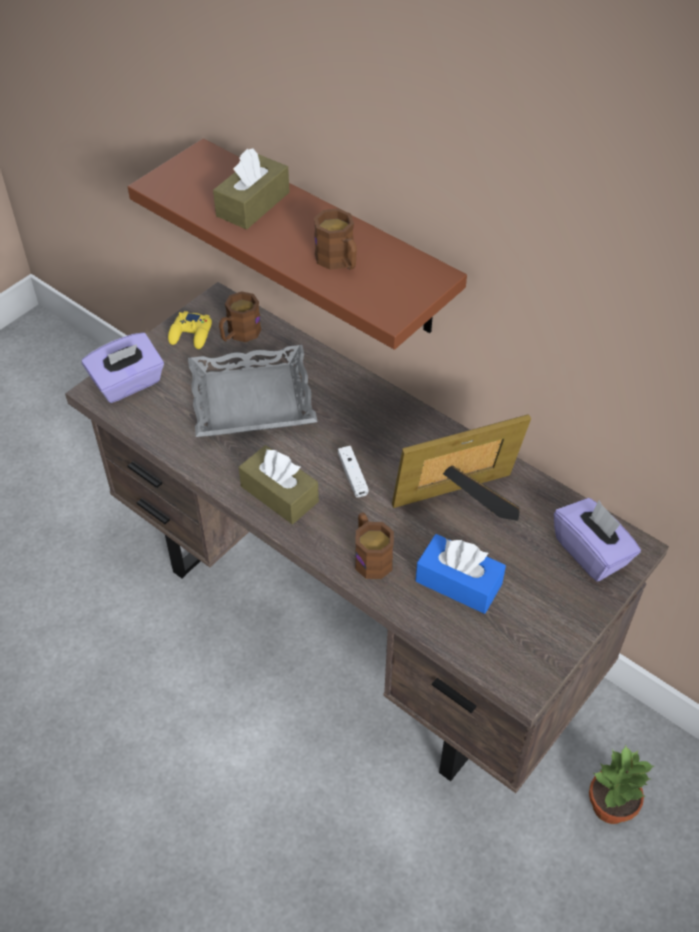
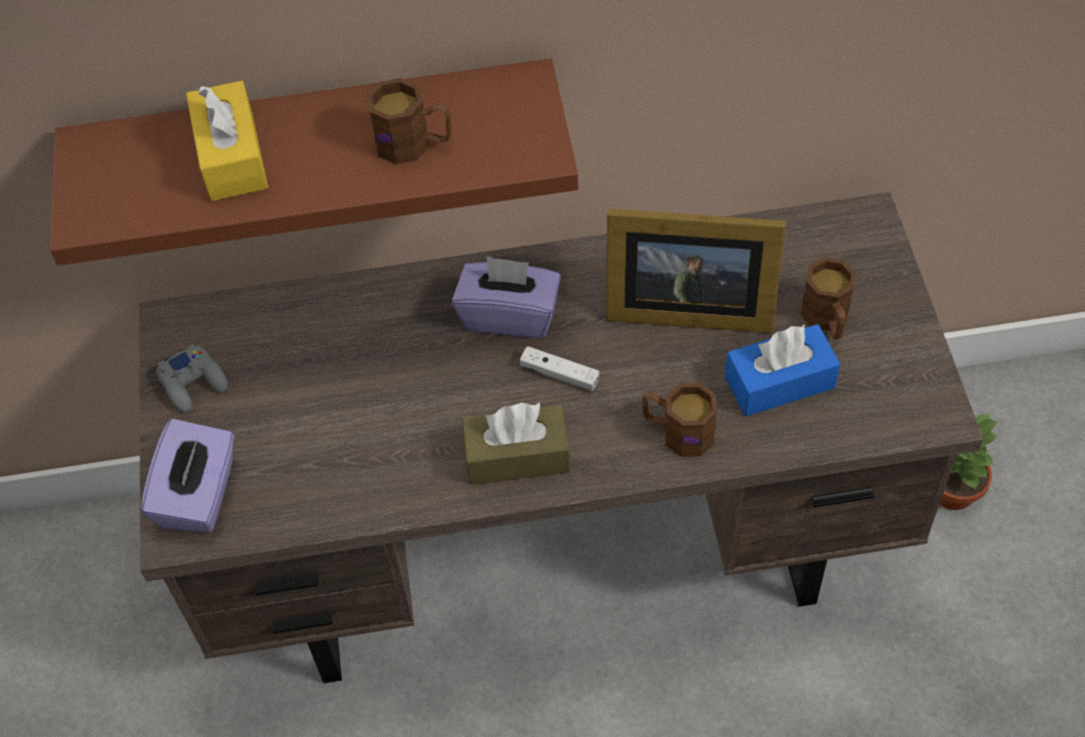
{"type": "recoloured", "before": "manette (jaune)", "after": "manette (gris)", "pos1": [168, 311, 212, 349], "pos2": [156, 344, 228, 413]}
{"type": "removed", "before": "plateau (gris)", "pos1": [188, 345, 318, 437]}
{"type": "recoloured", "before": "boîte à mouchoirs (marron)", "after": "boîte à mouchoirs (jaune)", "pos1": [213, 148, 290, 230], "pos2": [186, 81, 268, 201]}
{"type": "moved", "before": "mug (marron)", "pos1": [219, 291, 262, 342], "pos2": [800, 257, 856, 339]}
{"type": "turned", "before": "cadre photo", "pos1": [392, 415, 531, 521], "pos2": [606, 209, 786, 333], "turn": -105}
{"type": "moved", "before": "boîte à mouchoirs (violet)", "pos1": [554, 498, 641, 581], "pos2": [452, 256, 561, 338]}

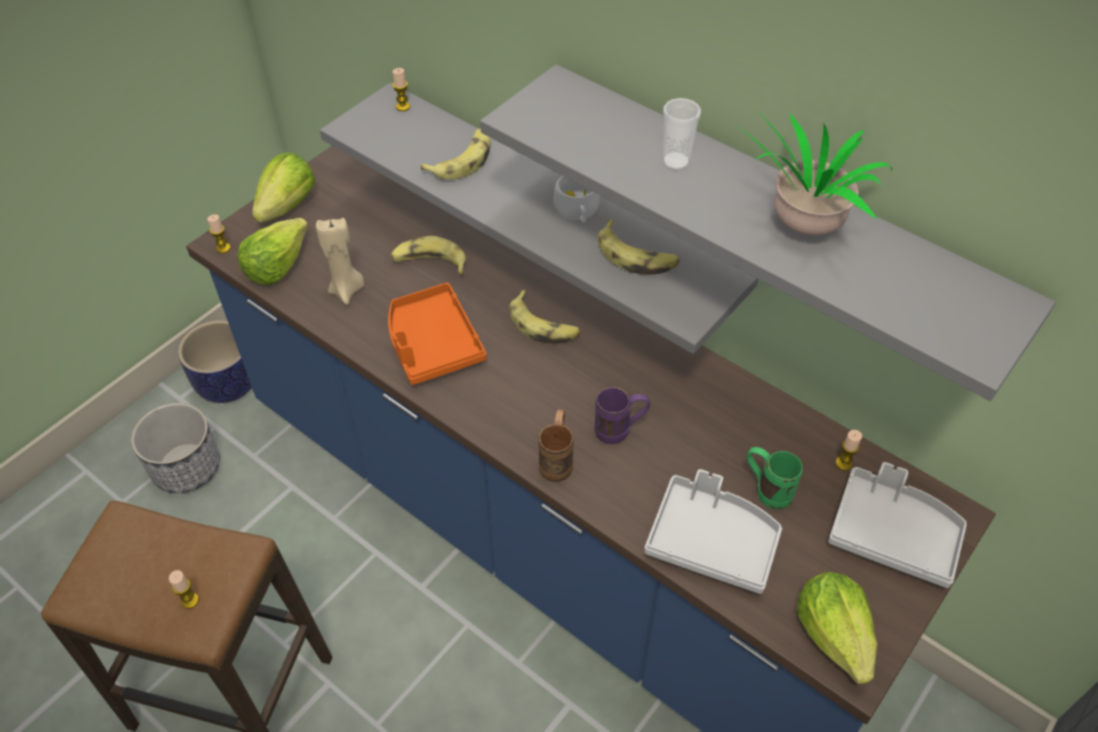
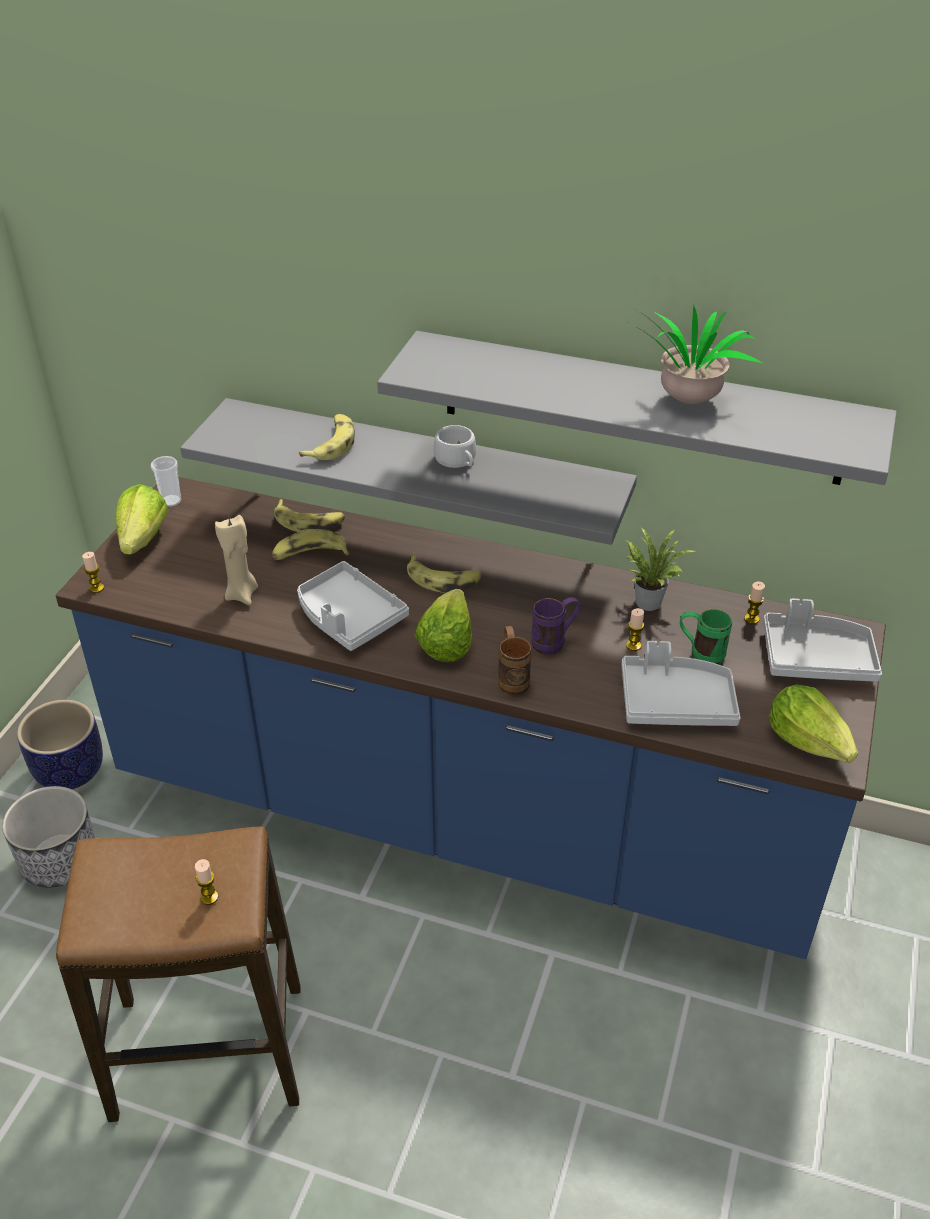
{"type": "moved", "before": "laitue", "pos1": [237, 218, 308, 285], "pos2": [415, 589, 472, 662]}
{"type": "recoloured", "before": "plateau (orange)", "after": "plateau (gris)", "pos1": [388, 283, 487, 385], "pos2": [297, 561, 409, 651]}
{"type": "moved", "before": "bougie", "pos1": [392, 68, 410, 111], "pos2": [626, 608, 644, 651]}
{"type": "moved", "before": "banane", "pos1": [598, 219, 680, 275], "pos2": [274, 499, 345, 532]}
{"type": "moved", "before": "tasse", "pos1": [662, 98, 701, 170], "pos2": [151, 456, 181, 507]}
{"type": "added", "after": "plante en pot", "pos2": [627, 527, 695, 611]}

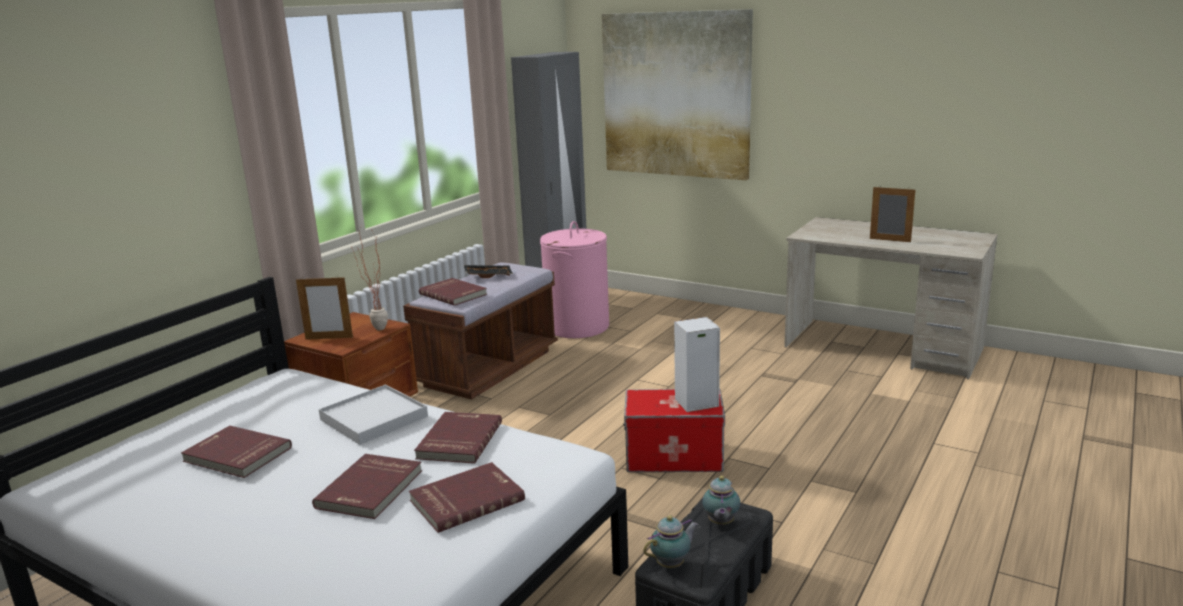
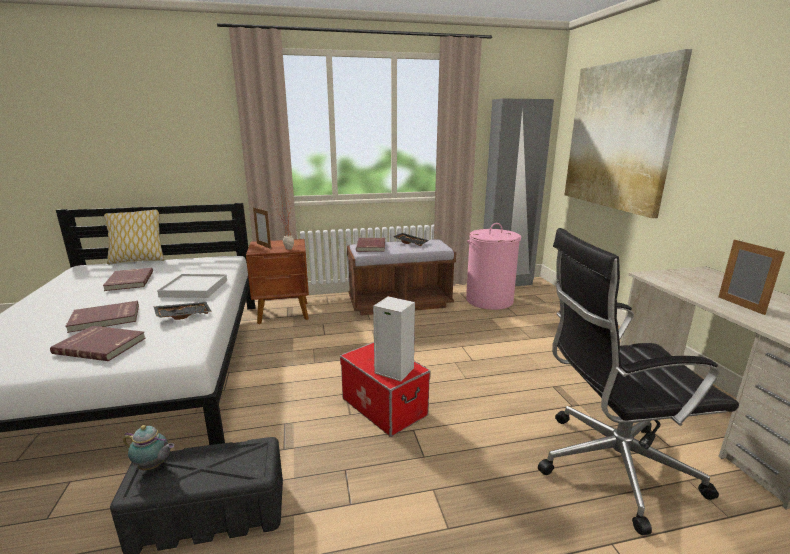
{"type": "replaced", "before": "livre (rouge)", "after": "plateau (noir)", "pos1": [414, 412, 502, 464], "pos2": [153, 302, 212, 320]}
{"type": "removed", "before": "théière", "pos1": [702, 475, 741, 525]}
{"type": "added", "after": "coussin", "pos2": [104, 210, 165, 265]}
{"type": "added", "after": "chaise de bureau (noir)", "pos2": [538, 228, 739, 535]}

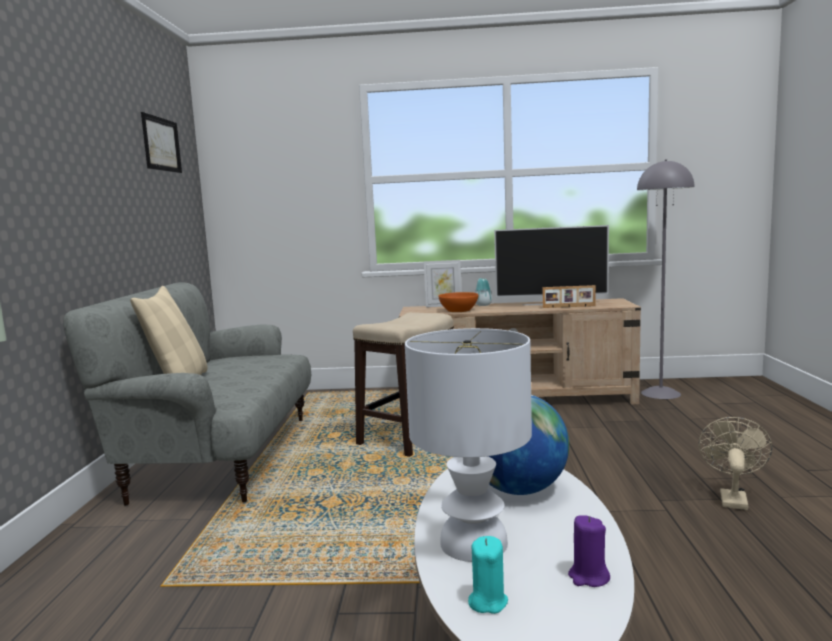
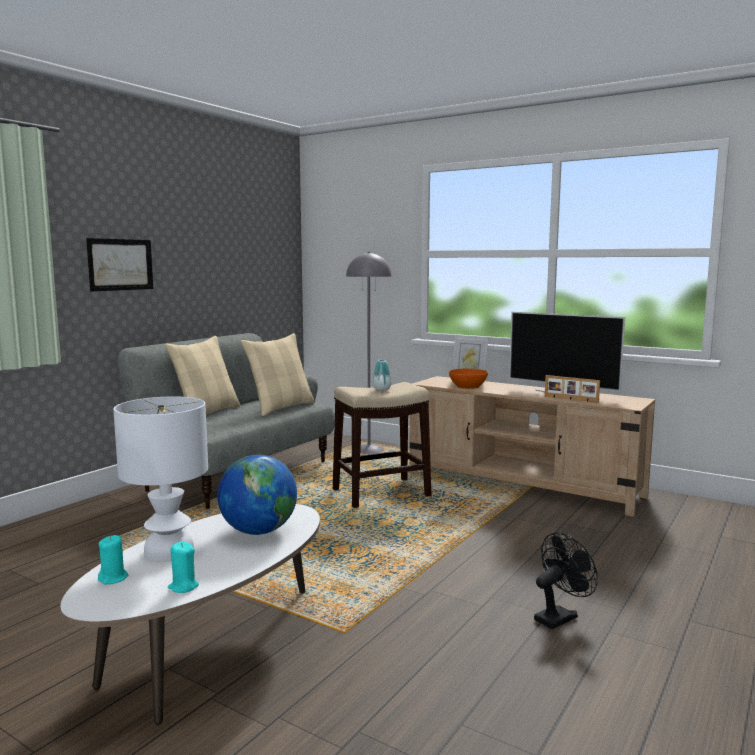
{"type": "moved", "before": "tableau", "pos1": [141, 112, 182, 173], "pos2": [86, 238, 153, 292]}
{"type": "moved", "before": "vase", "pos1": [475, 278, 492, 306], "pos2": [372, 360, 392, 391]}
{"type": "recoloured", "before": "bougie (violet)", "after": "bougie (turquoise)", "pos1": [568, 515, 610, 587], "pos2": [168, 542, 199, 593]}
{"type": "moved", "before": "lampadaire (gris)", "pos1": [637, 159, 695, 399], "pos2": [346, 252, 391, 454]}
{"type": "recoloured", "before": "ventilateur (beige)", "after": "ventilateur (noir)", "pos1": [699, 417, 772, 510], "pos2": [534, 533, 598, 629]}
{"type": "added", "after": "coussin (beige)", "pos2": [241, 333, 315, 416]}

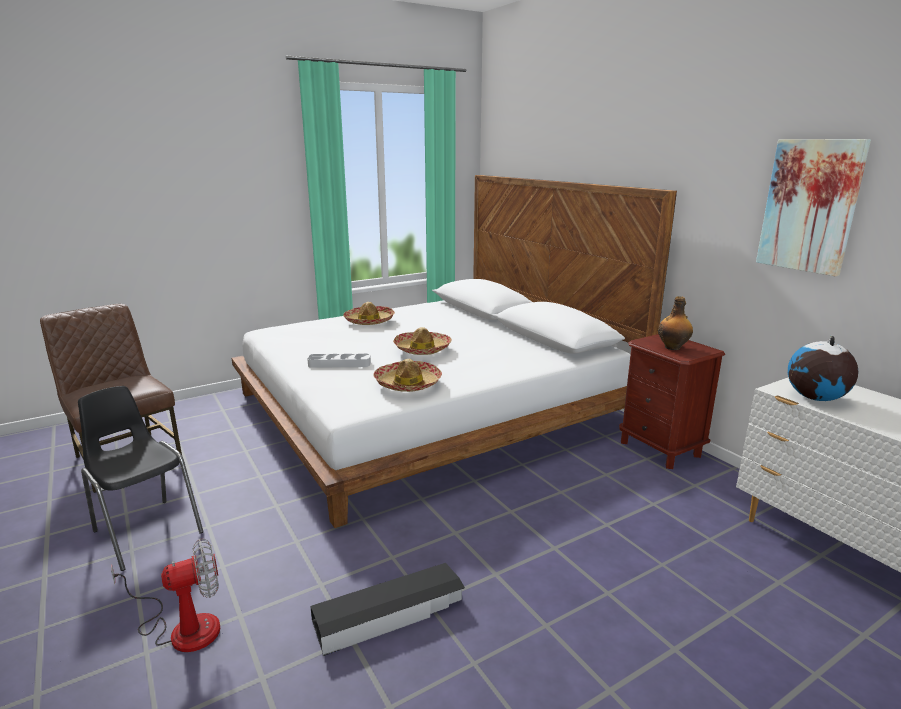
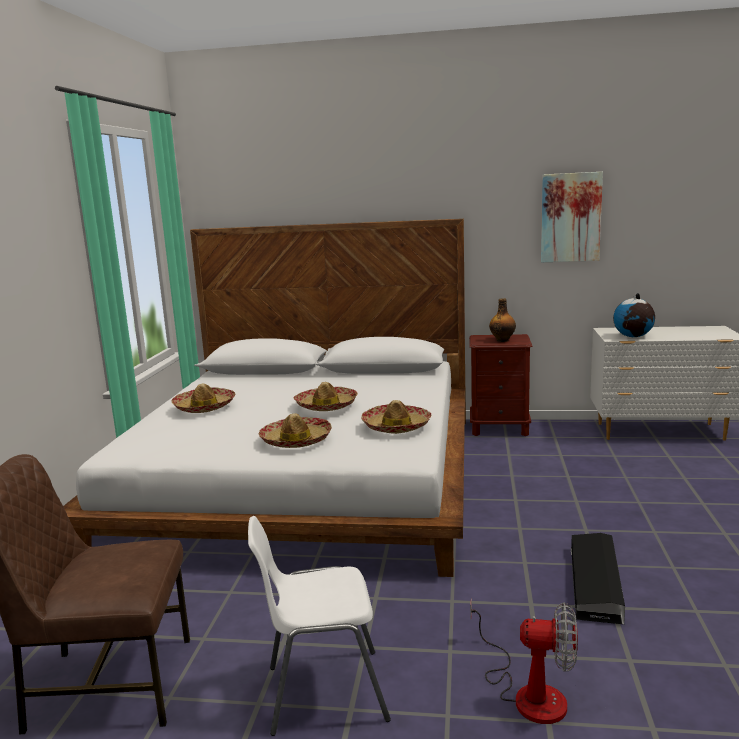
{"type": "recoloured", "before": "chaise (noir)", "after": "chaise (blanc)", "pos1": [78, 386, 204, 571], "pos2": [248, 516, 391, 736]}
{"type": "turned", "before": "ventilateur", "pos1": [111, 538, 220, 652], "pos2": [470, 598, 578, 724], "turn": 90}
{"type": "replaced", "before": "plateau (gris)", "after": "chapeau", "pos1": [307, 354, 371, 368], "pos2": [259, 413, 332, 448]}

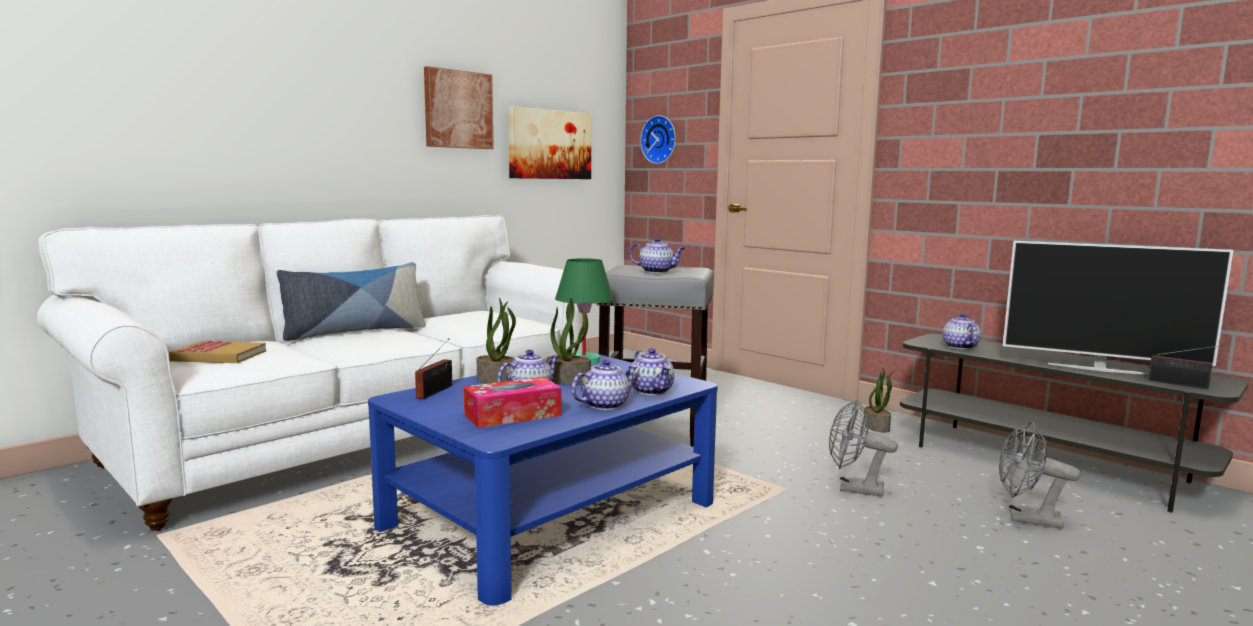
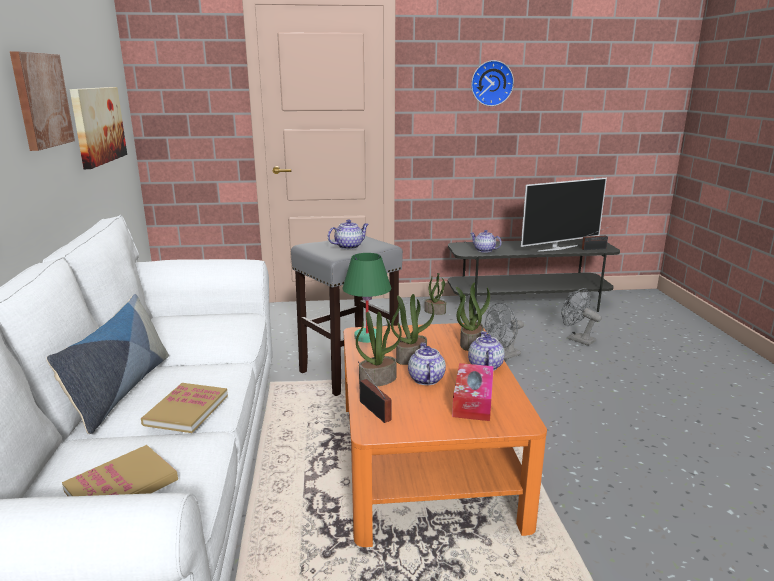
{"type": "recoloured", "before": "table basse (bleu)", "after": "table basse (orange)", "pos1": [368, 355, 718, 606], "pos2": [344, 323, 547, 547]}
{"type": "replaced", "before": "théière", "after": "plante en pot", "pos1": [631, 348, 674, 395], "pos2": [456, 282, 490, 351]}
{"type": "moved", "before": "horloge murale", "pos1": [640, 115, 676, 164], "pos2": [471, 60, 514, 106]}
{"type": "turned", "before": "ventilateur (gris)", "pos1": [999, 422, 1081, 529], "pos2": [561, 288, 602, 346], "turn": 75}
{"type": "added", "after": "livre", "pos2": [141, 383, 228, 433]}

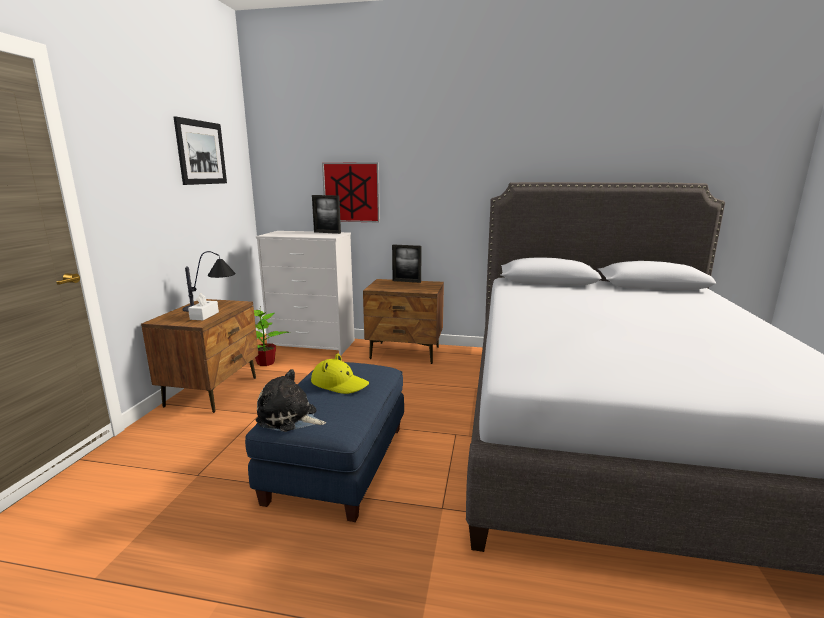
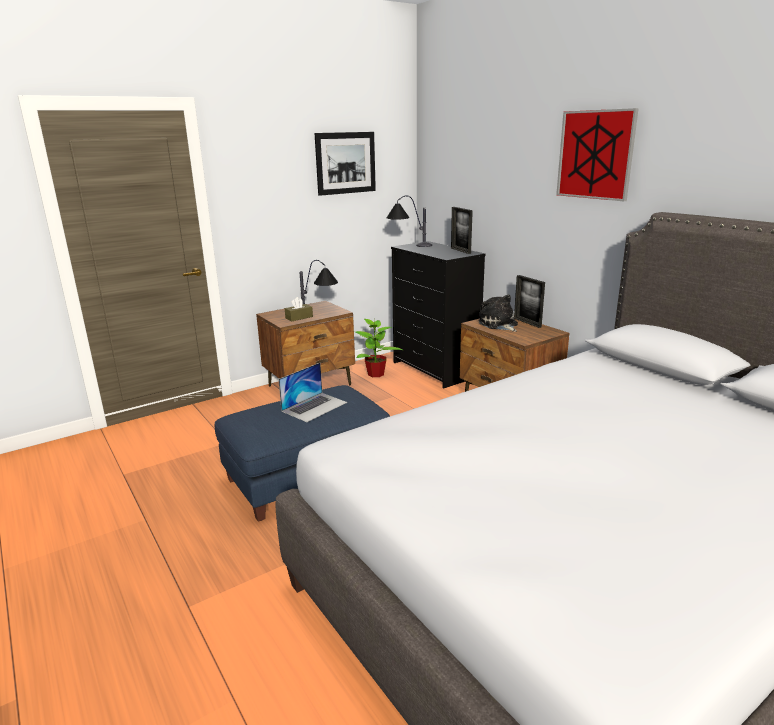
{"type": "recoloured", "before": "boîte à mouchoirs (blanc)", "after": "boîte à mouchoirs (marron)", "pos1": [188, 293, 219, 320], "pos2": [285, 297, 313, 321]}
{"type": "recoloured", "before": "commode (blanc)", "after": "commode (noir)", "pos1": [256, 231, 355, 356], "pos2": [391, 241, 486, 388]}
{"type": "moved", "before": "peluche", "pos1": [256, 369, 326, 432], "pos2": [478, 294, 518, 332]}
{"type": "replaced", "before": "chapeau (jaune)", "after": "ordinateur portable", "pos1": [311, 353, 369, 394], "pos2": [278, 363, 347, 422]}
{"type": "moved", "before": "tableau", "pos1": [322, 162, 380, 222], "pos2": [556, 108, 639, 201]}
{"type": "added", "after": "lampe de table", "pos2": [386, 195, 432, 247]}

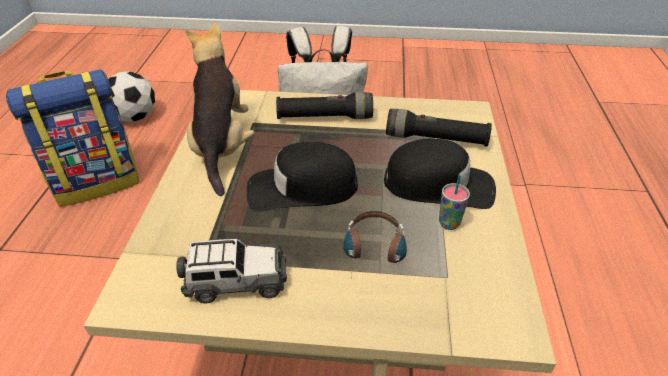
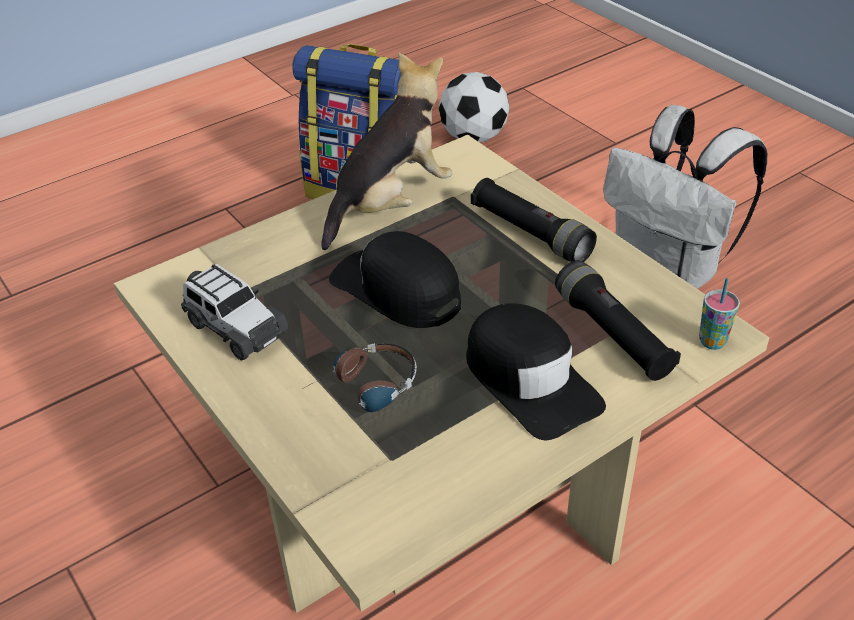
{"type": "moved", "before": "tasse", "pos1": [439, 174, 470, 230], "pos2": [699, 278, 740, 350]}

